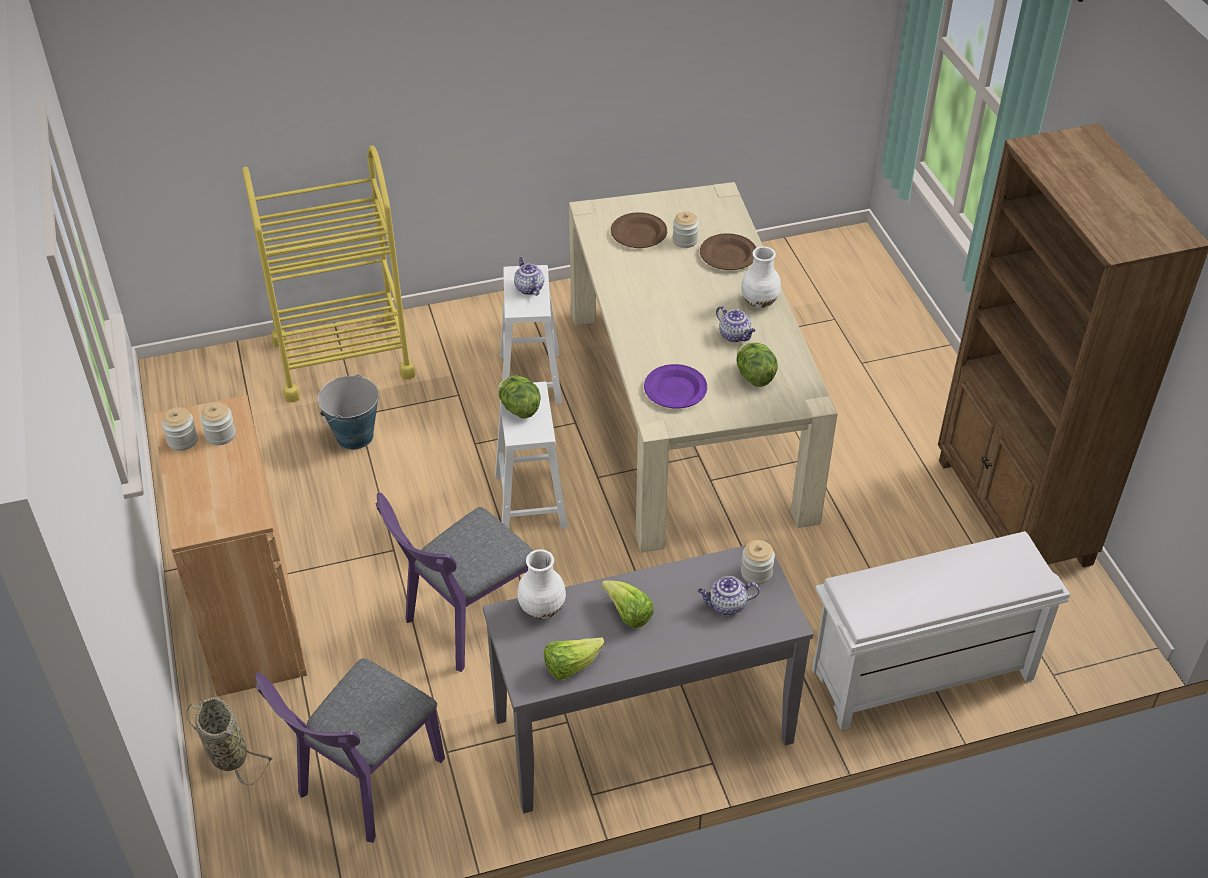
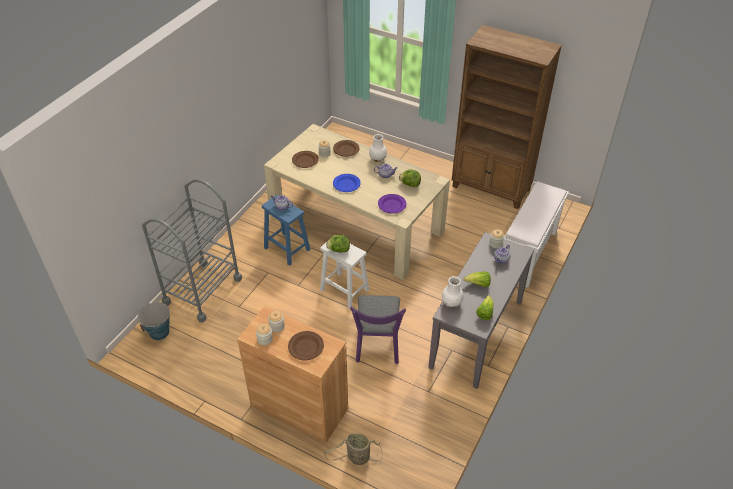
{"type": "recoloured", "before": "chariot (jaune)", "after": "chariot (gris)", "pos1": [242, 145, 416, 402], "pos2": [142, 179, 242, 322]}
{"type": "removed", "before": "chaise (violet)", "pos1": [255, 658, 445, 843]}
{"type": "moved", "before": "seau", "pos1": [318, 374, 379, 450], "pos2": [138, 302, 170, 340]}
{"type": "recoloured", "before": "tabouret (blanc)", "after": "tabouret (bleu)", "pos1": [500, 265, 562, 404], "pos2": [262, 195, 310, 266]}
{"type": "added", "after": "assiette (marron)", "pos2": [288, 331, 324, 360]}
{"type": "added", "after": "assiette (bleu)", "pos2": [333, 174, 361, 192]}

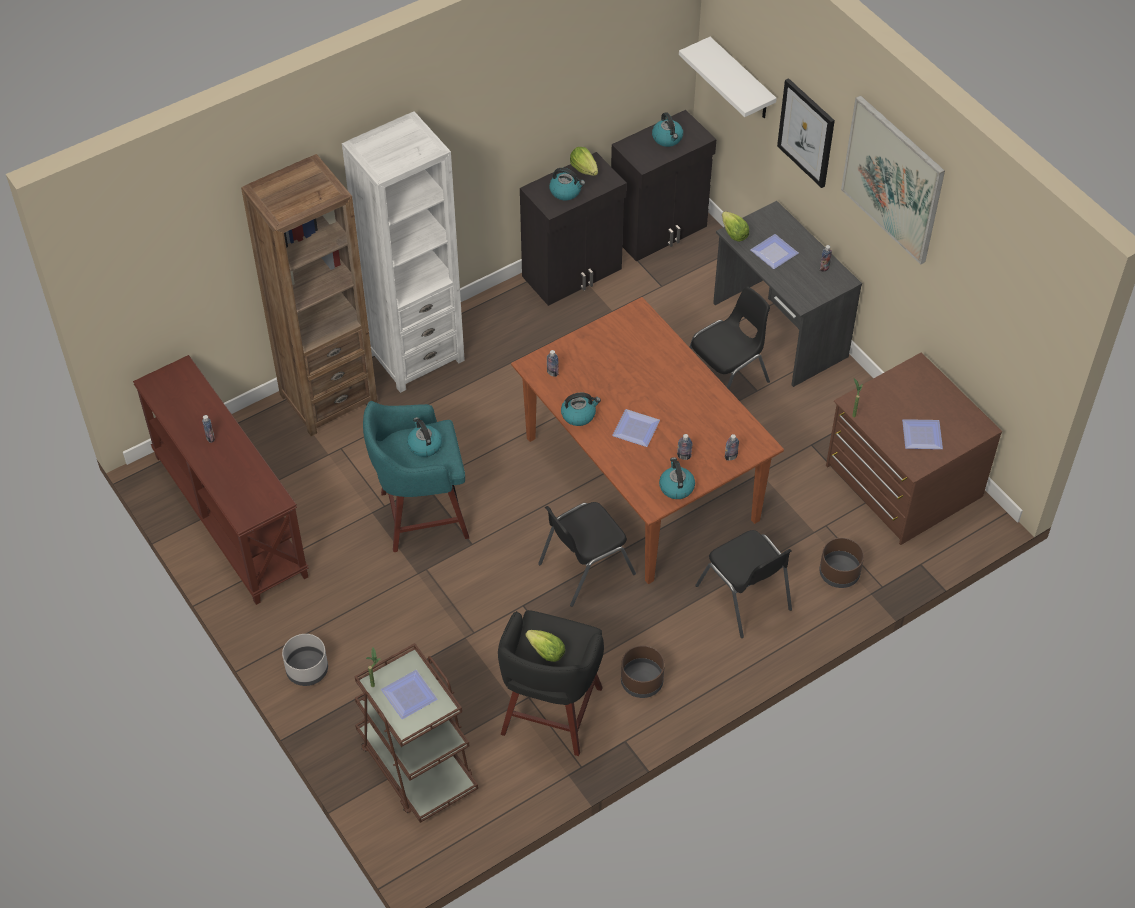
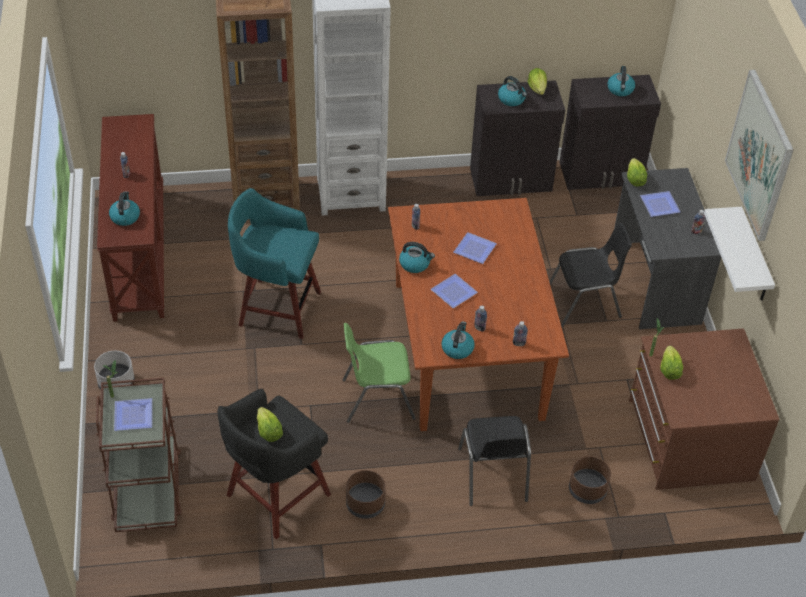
{"type": "moved", "before": "bouilloire", "pos1": [407, 417, 442, 457], "pos2": [109, 191, 140, 226]}
{"type": "recoloured", "before": "chaise (noir)", "after": "chaise (vert)", "pos1": [538, 502, 636, 607], "pos2": [343, 323, 416, 423]}
{"type": "moved", "before": "étagère (blanc)", "pos1": [679, 37, 777, 118], "pos2": [704, 207, 775, 301]}
{"type": "removed", "before": "tableau", "pos1": [777, 78, 835, 188]}
{"type": "moved", "before": "assiette", "pos1": [902, 419, 943, 449], "pos2": [454, 232, 497, 264]}
{"type": "added", "after": "laitue", "pos2": [660, 346, 683, 380]}

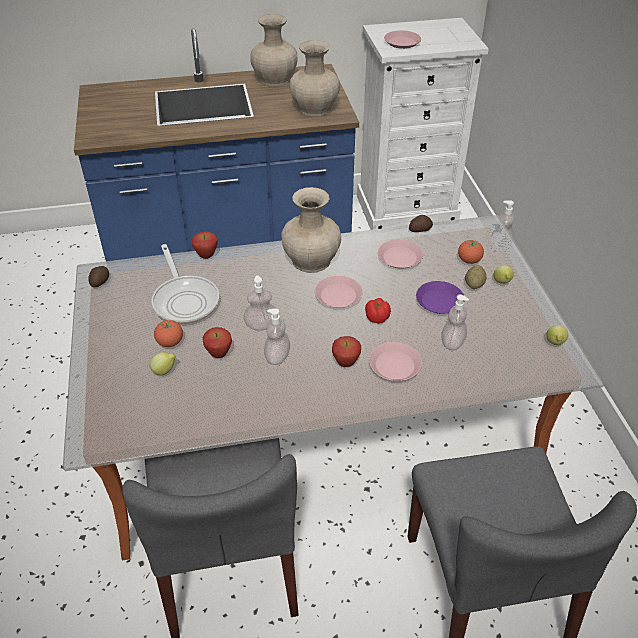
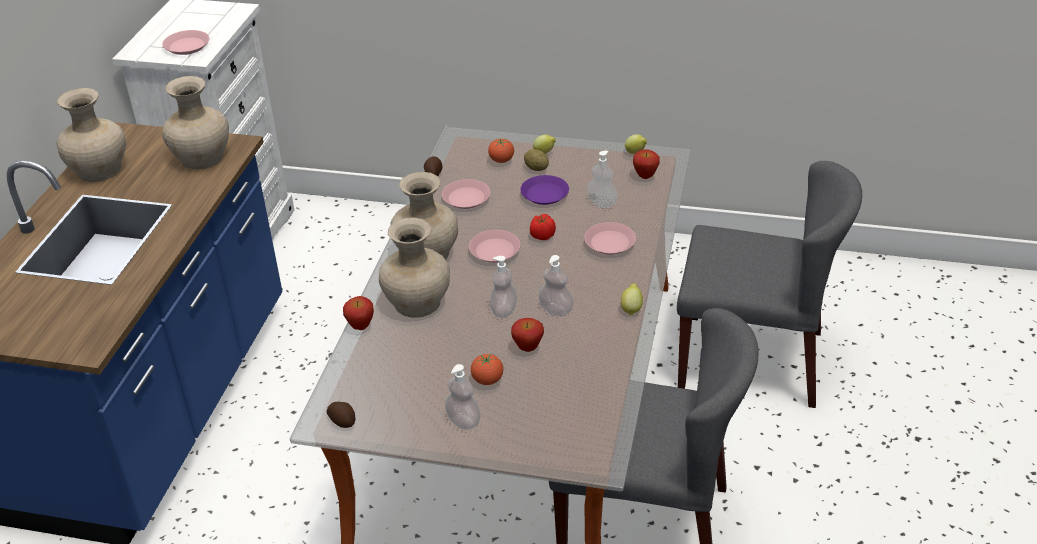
{"type": "moved", "before": "citron", "pos1": [150, 352, 176, 375], "pos2": [621, 283, 643, 316]}
{"type": "removed", "before": "poêle", "pos1": [151, 244, 220, 324]}
{"type": "moved", "before": "pomme", "pos1": [332, 336, 361, 367], "pos2": [633, 150, 660, 179]}
{"type": "moved", "before": "distributeur de savon", "pos1": [491, 200, 515, 252], "pos2": [445, 364, 480, 430]}
{"type": "added", "after": "vase (beige)", "pos2": [379, 217, 450, 318]}

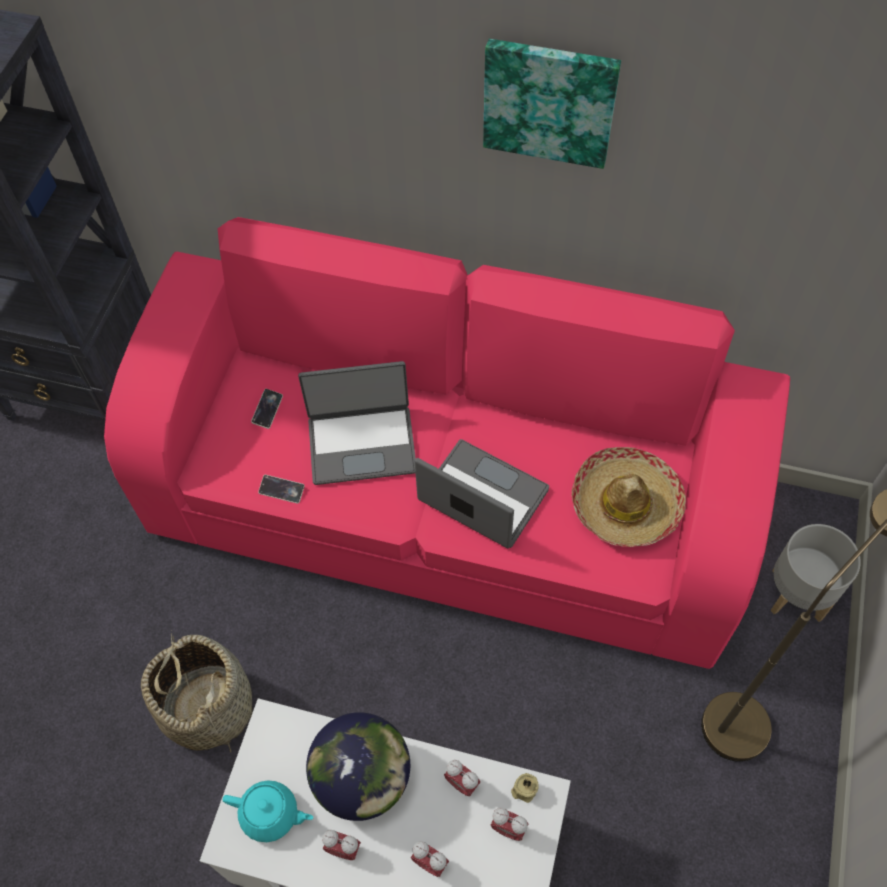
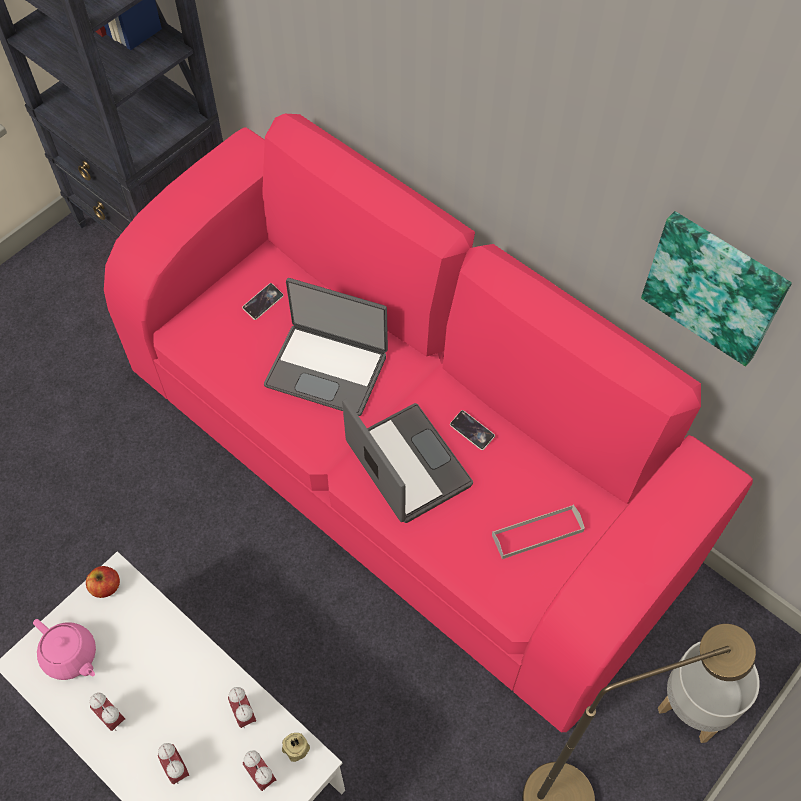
{"type": "removed", "before": "panier", "pos1": [141, 633, 253, 752]}
{"type": "recoloured", "before": "théière (turquoise)", "after": "théière (rose)", "pos1": [223, 780, 313, 842], "pos2": [33, 619, 96, 680]}
{"type": "moved", "before": "téléphone", "pos1": [258, 475, 305, 504], "pos2": [450, 410, 495, 450]}
{"type": "removed", "before": "globe", "pos1": [306, 712, 410, 821]}
{"type": "moved", "before": "tableau", "pos1": [483, 39, 621, 169], "pos2": [641, 211, 792, 366]}
{"type": "replaced", "before": "chapeau", "after": "plateau (gris)", "pos1": [572, 447, 686, 547], "pos2": [492, 504, 585, 559]}
{"type": "added", "after": "pomme", "pos2": [86, 566, 120, 598]}

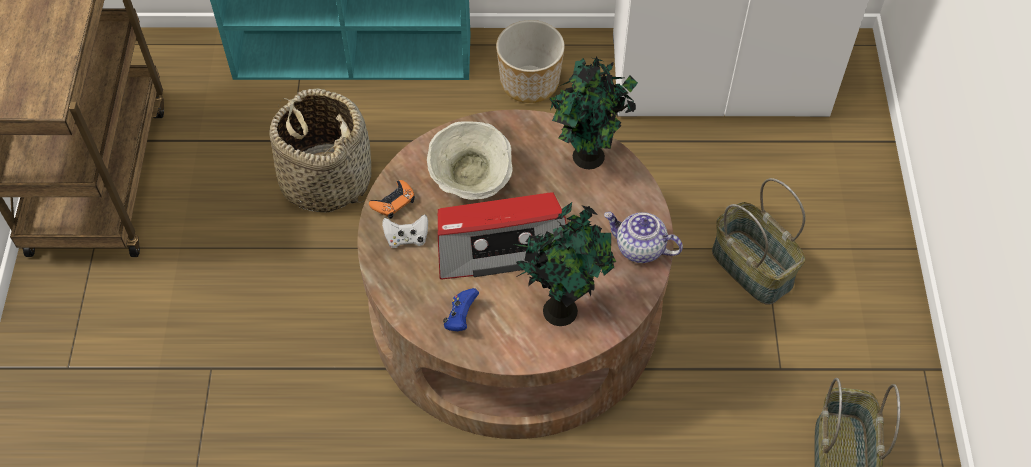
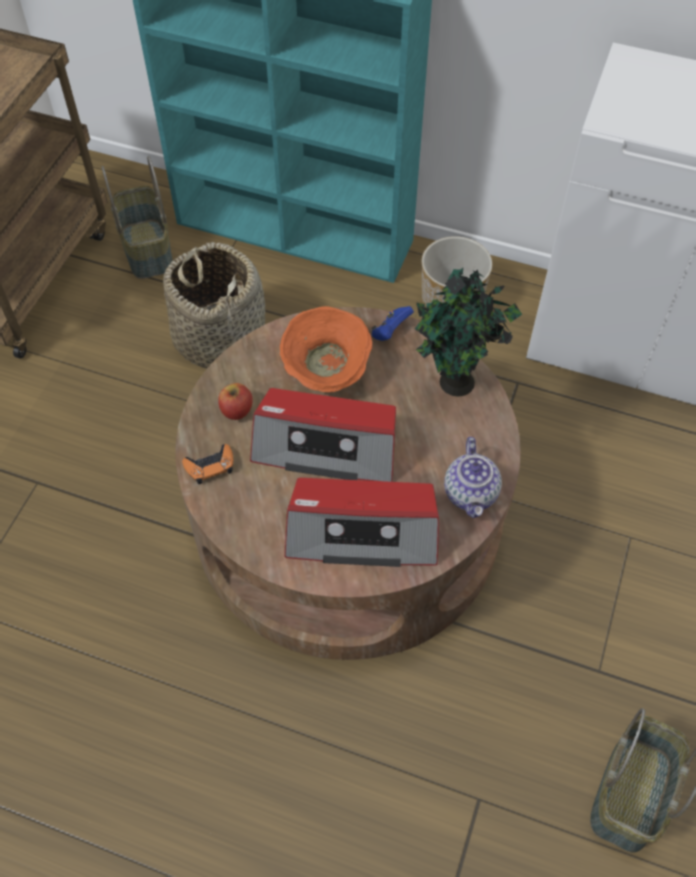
{"type": "moved", "before": "manette (orange)", "pos1": [369, 180, 415, 219], "pos2": [182, 444, 233, 484]}
{"type": "replaced", "before": "manette (blanc)", "after": "pomme", "pos1": [382, 214, 428, 248], "pos2": [218, 383, 253, 420]}
{"type": "recoloured", "before": "bol (beige)", "after": "bol (orange)", "pos1": [427, 121, 513, 200], "pos2": [280, 306, 372, 392]}
{"type": "moved", "before": "manette (bleu)", "pos1": [443, 288, 479, 331], "pos2": [371, 306, 414, 341]}
{"type": "replaced", "before": "plante en pot", "after": "radio", "pos1": [514, 202, 616, 326], "pos2": [284, 478, 439, 567]}
{"type": "turned", "before": "théière", "pos1": [604, 212, 683, 263], "pos2": [444, 437, 502, 518], "turn": -135}
{"type": "moved", "before": "panier", "pos1": [712, 178, 805, 305], "pos2": [102, 156, 173, 279]}

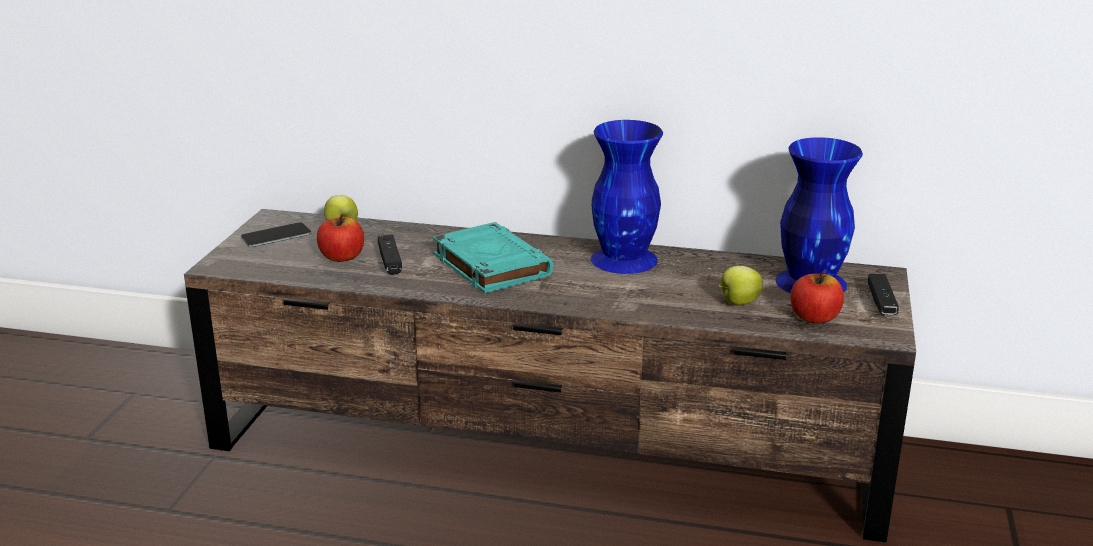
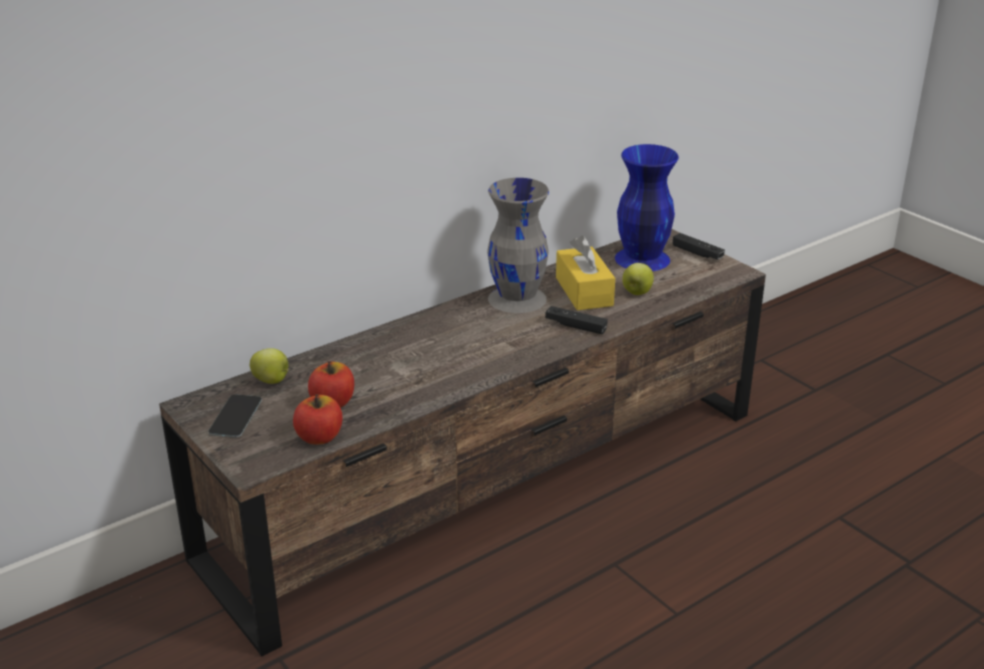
{"type": "moved", "before": "manette (noir)", "pos1": [378, 235, 402, 275], "pos2": [545, 306, 608, 334]}
{"type": "removed", "before": "livre (turquoise)", "pos1": [433, 222, 553, 293]}
{"type": "recoloured", "before": "vase (bleu)", "after": "vase (gris)", "pos1": [591, 120, 663, 274], "pos2": [487, 178, 549, 313]}
{"type": "moved", "before": "pomme", "pos1": [790, 271, 844, 324], "pos2": [293, 394, 343, 444]}
{"type": "added", "after": "boîte à mouchoirs (jaune)", "pos2": [556, 236, 615, 311]}

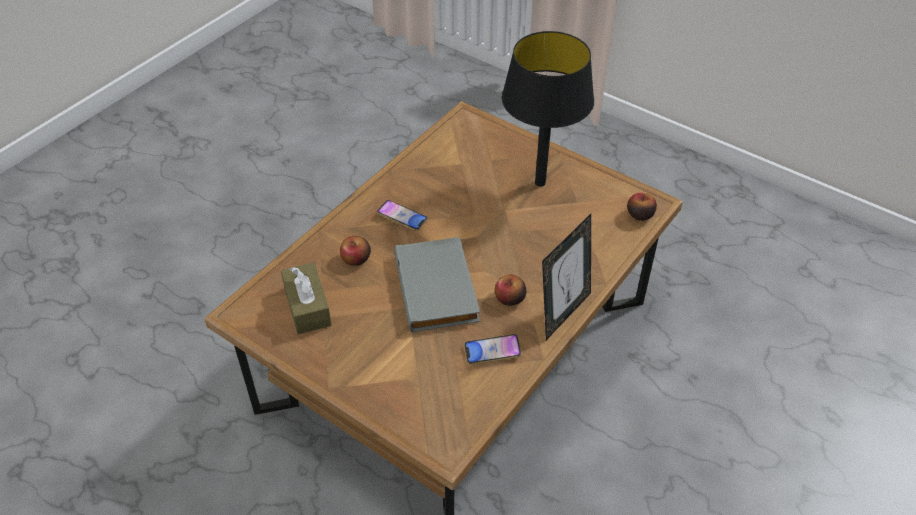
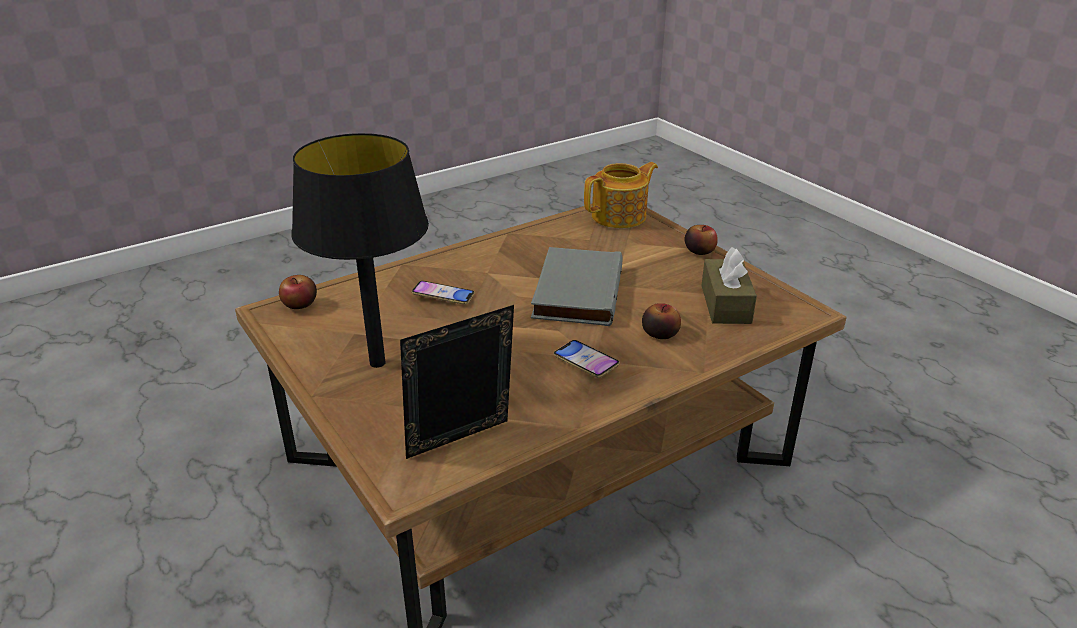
{"type": "moved", "before": "téléphone", "pos1": [464, 334, 522, 365], "pos2": [411, 281, 475, 305]}
{"type": "moved", "before": "pomme", "pos1": [495, 275, 527, 306], "pos2": [684, 225, 718, 255]}
{"type": "moved", "before": "cadre photo", "pos1": [542, 214, 591, 340], "pos2": [400, 305, 514, 459]}
{"type": "added", "after": "théière", "pos2": [584, 162, 658, 228]}

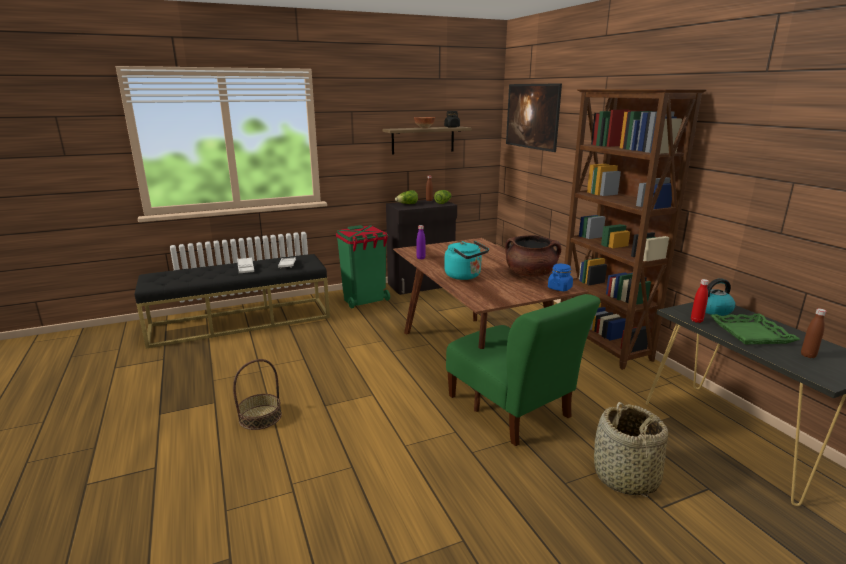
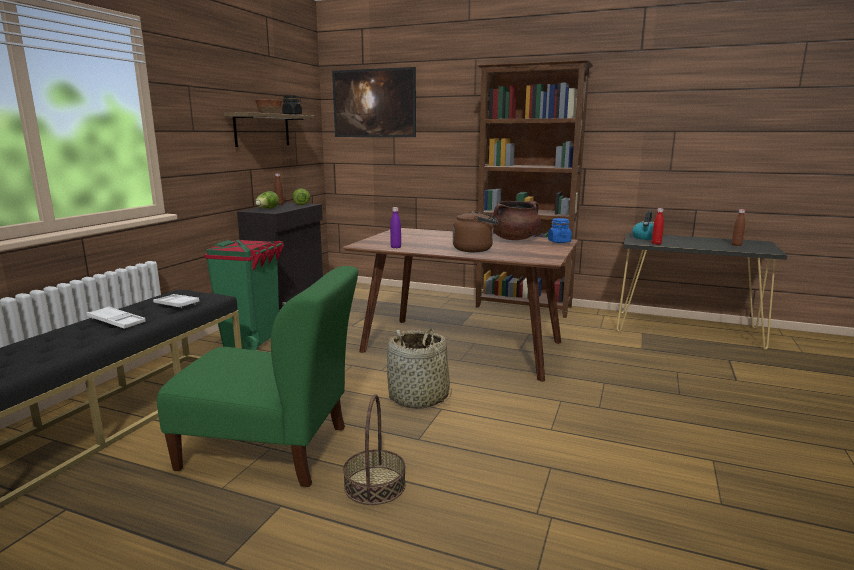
{"type": "recoloured", "before": "bouilloire (turquoise)", "after": "bouilloire (marron)", "pos1": [444, 241, 489, 280], "pos2": [453, 211, 498, 252]}
{"type": "moved", "before": "chaise (vert)", "pos1": [446, 294, 600, 446], "pos2": [157, 266, 358, 487]}
{"type": "moved", "before": "panier", "pos1": [594, 402, 668, 497], "pos2": [387, 328, 452, 409]}
{"type": "removed", "before": "plateau (vert)", "pos1": [710, 314, 801, 344]}

